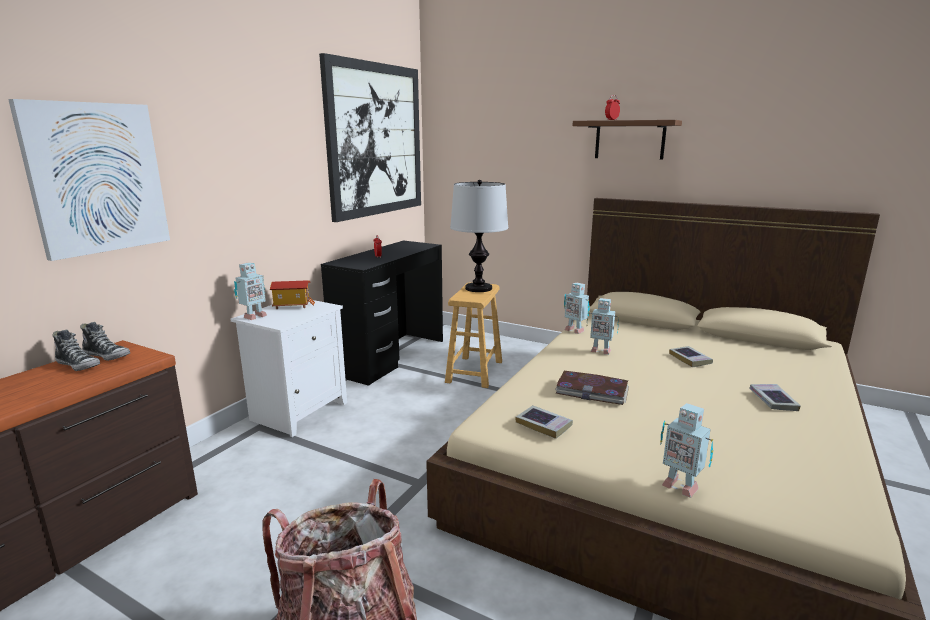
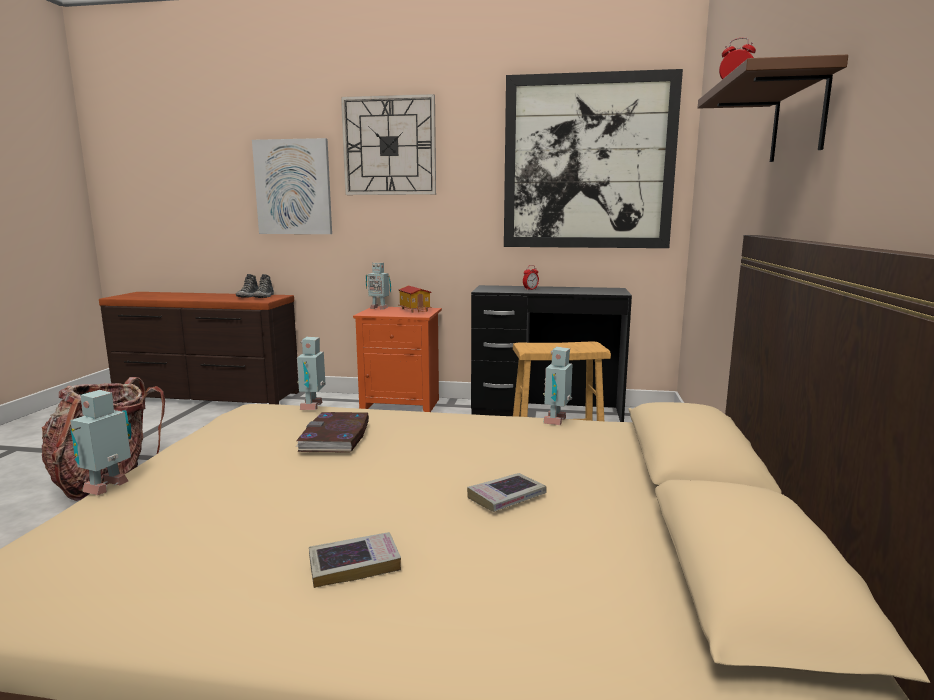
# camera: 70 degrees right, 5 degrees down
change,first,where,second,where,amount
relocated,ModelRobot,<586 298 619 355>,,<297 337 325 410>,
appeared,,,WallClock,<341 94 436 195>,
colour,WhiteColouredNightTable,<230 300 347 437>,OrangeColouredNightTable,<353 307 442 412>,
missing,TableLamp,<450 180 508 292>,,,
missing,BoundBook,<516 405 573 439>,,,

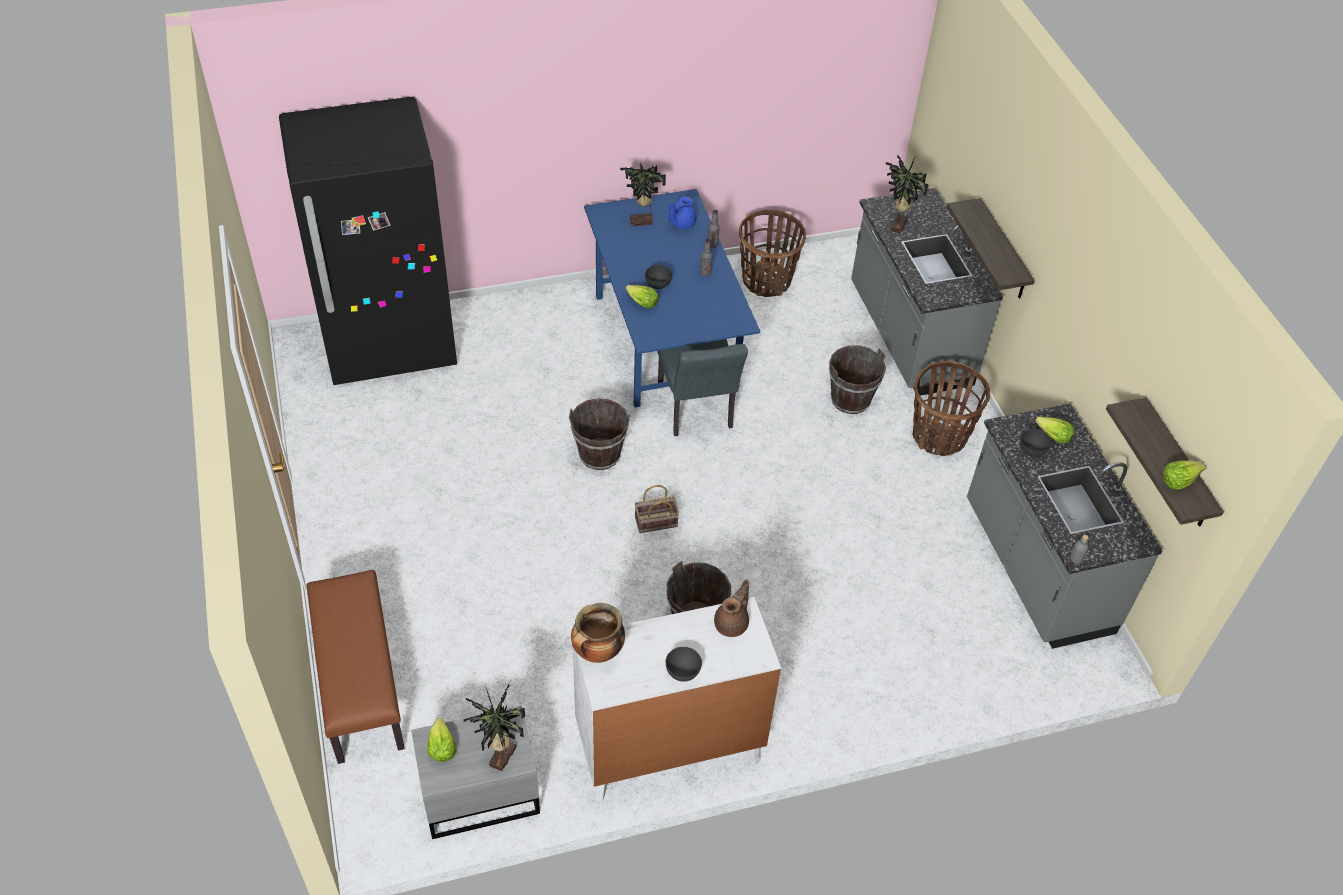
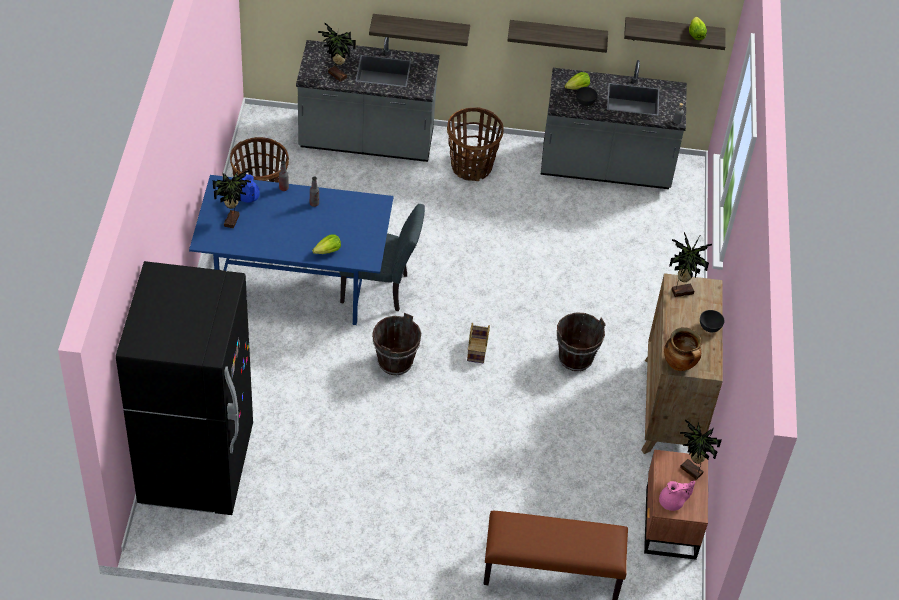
# camera: 70 degrees left, 0 degrees up
change,first,where,second,where,amount
appeared,,,Shelf,<507 20 608 53>,
colour,WhiteColouredDresser,<573 597 781 801>,BrownishDresser,<641 273 723 454>,
colour,GreyishNightTable,<411 706 540 839>,BrownishNightTable,<644 450 708 560>,
exchanged,LettuceHead,<427 718 456 762>,PinkTeapot,<659 481 695 511>,
exchanged,BrownishTeapot,<714 579 749 637>,Houseplant,<669 232 712 297>,
missing,GreyishServingBowl,<645 265 672 289>,,,
missing,BrownishWaterBucket,<829 345 886 414>,,,

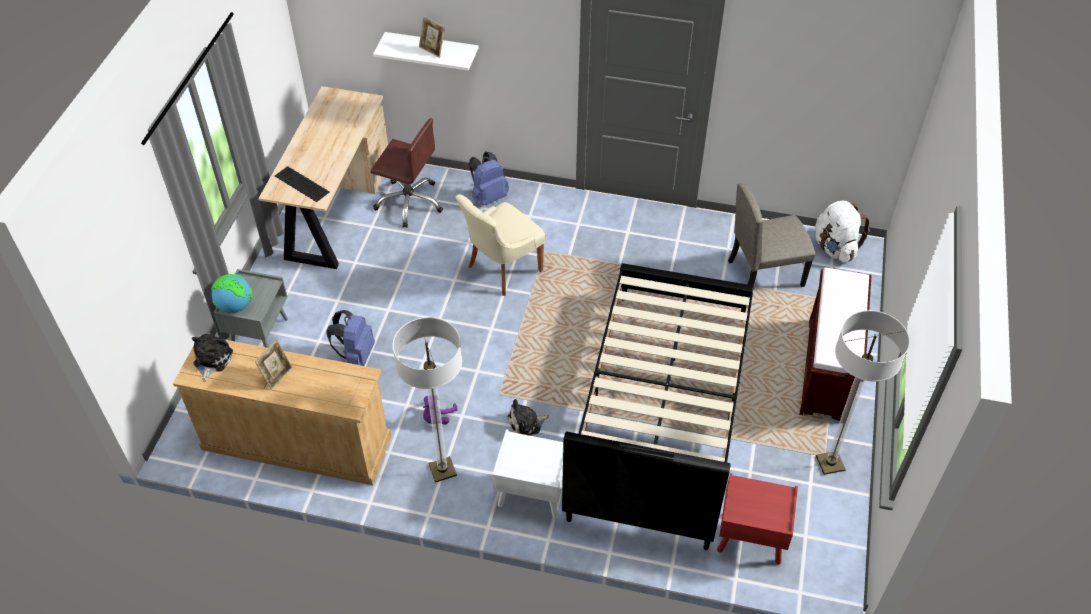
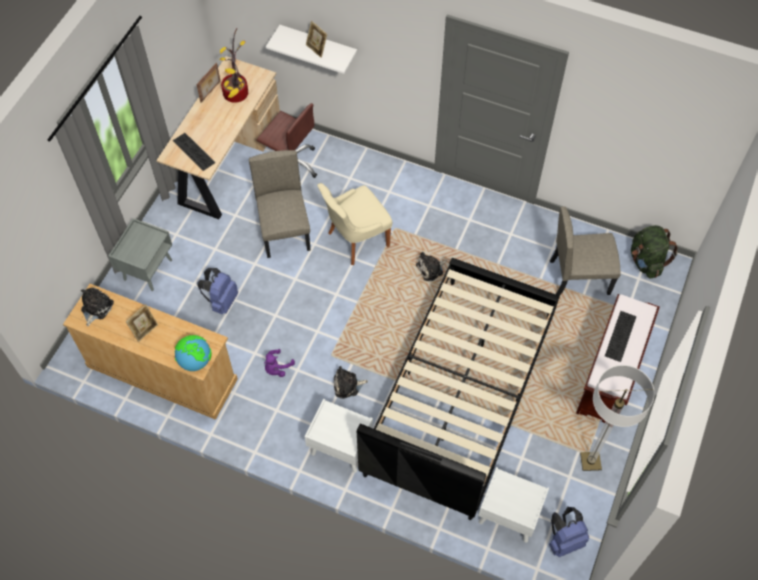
# camera: 10 degrees right, 10 degrees up
change,first,where,second,where,amount
relocated,DeskGlobe,<211 274 252 313>,,<174 335 211 371>,
appeared,,,StandingFrame,<196 63 220 103>,
appeared,,,Houseplant,<219 29 248 103>,
appeared,,,BeigeColouredUprightChair,<249 150 310 258>,
appeared,,,SoftToy,<416 252 446 281>,
colour,ReddishNightTable,<717 473 798 564>,WhiteColouredNightTable,<478 467 549 543>,
relocated,BlueColouredBackpack,<469 151 509 206>,,<549 507 589 557>,
appeared,,,Keyboard,<605 311 637 362>,
colour,WhiteColouredBackpack,<815 201 870 263>,GreenBackpack,<631 225 678 279>,
missing,FloorLamp,<392 317 462 483>,,,

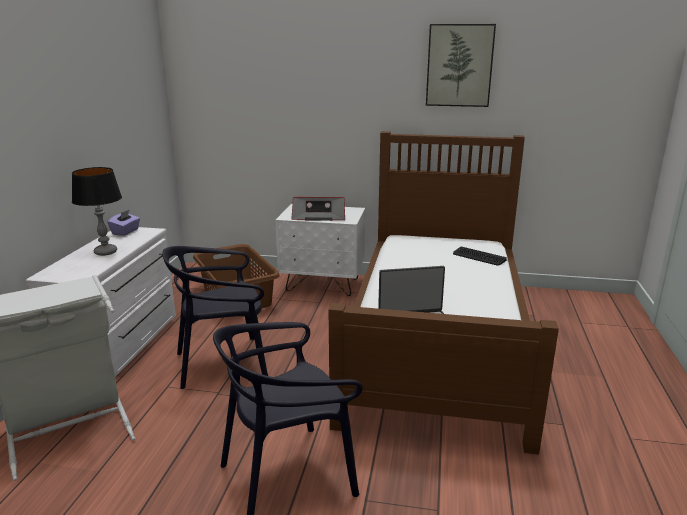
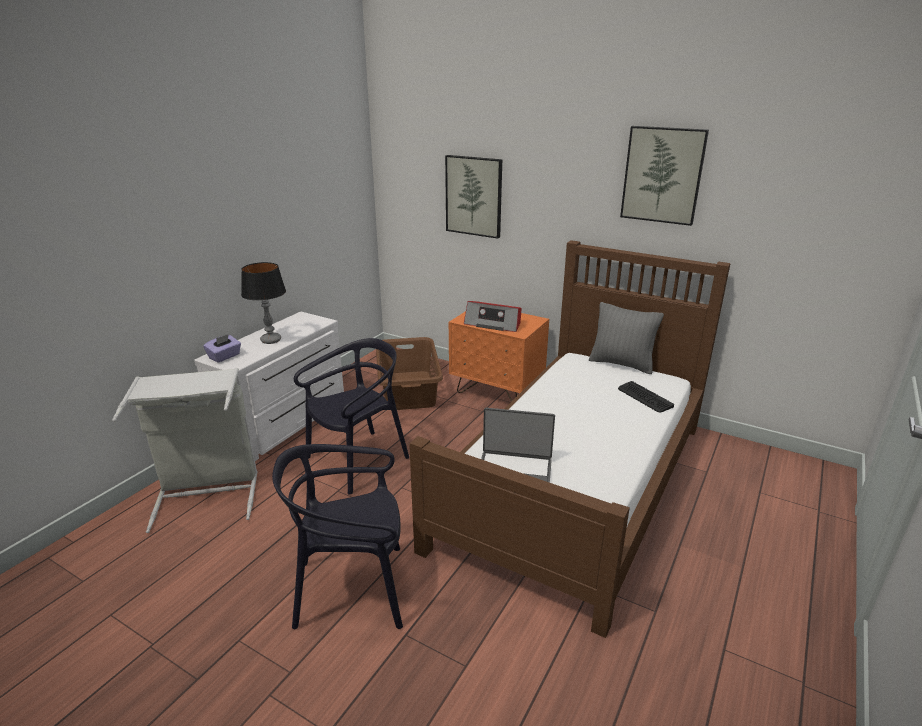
# camera: 20 degrees right, 5 degrees up
change,first,where,second,where,amount
relocated,PurplishBoxOfTissues,<108 209 140 236>,,<203 334 241 362>,
spun,BlackUprightChair,<163 246 268 389>,,<294 338 409 495>,135 degrees clockwise
appeared,,,WallPicture,<445 155 502 239>,
colour,WhiteColouredNightTable,<275 204 365 296>,OrangeColouredNightTable,<449 311 549 402>,
appeared,,,GreyishThrowPillow,<589 302 664 374>,

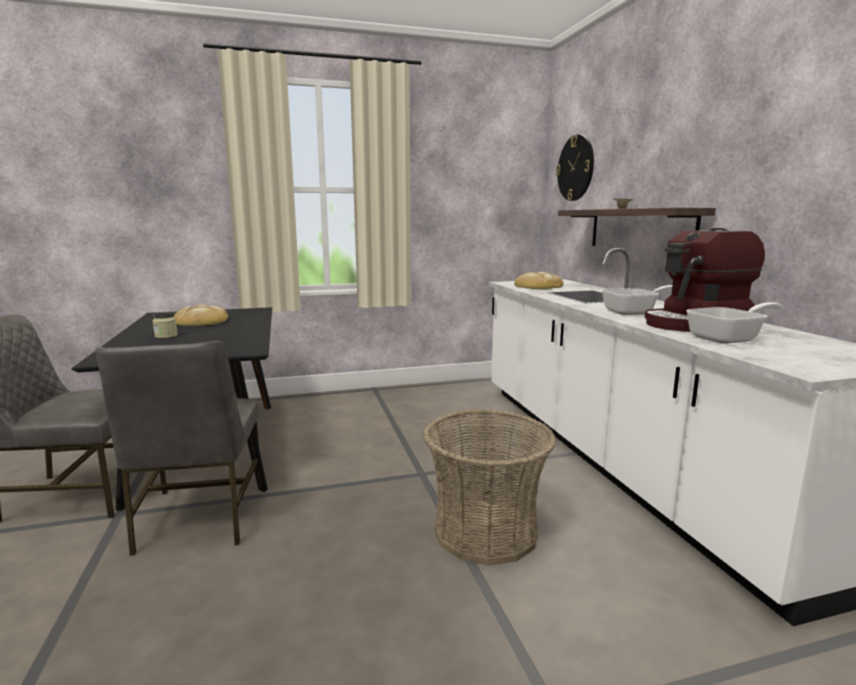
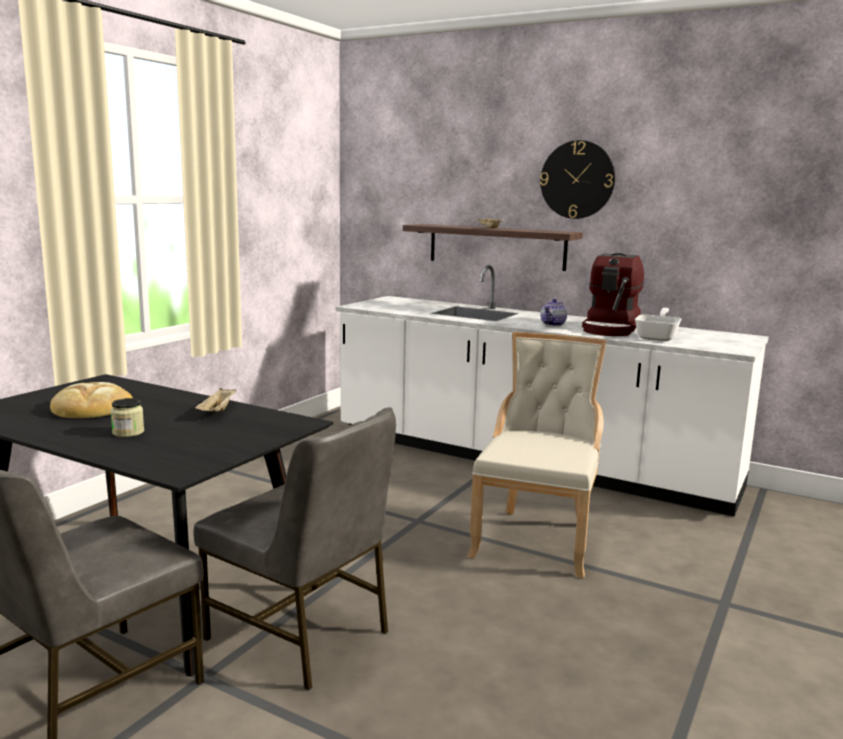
# camera: 45 degrees left, 0 degrees up
change,first,where,second,where,amount
appeared,,,BeigeColouredTray,<195 387 237 412>,
exchanged,Basket,<423 409 556 565>,BeigeColouredUprightChair,<468 332 607 578>,
relocated,WallClock,<556 135 594 201>,,<540 140 615 219>,
exchanged,FryingPan,<602 285 672 315>,Teapot,<540 299 567 326>,
missing,Bread,<514 272 564 289>,,,

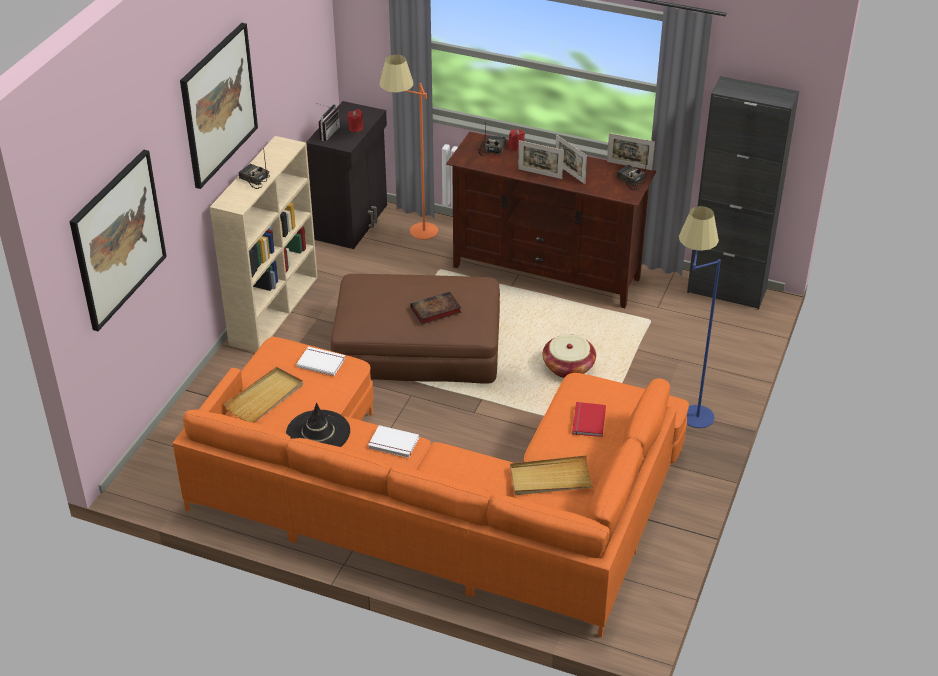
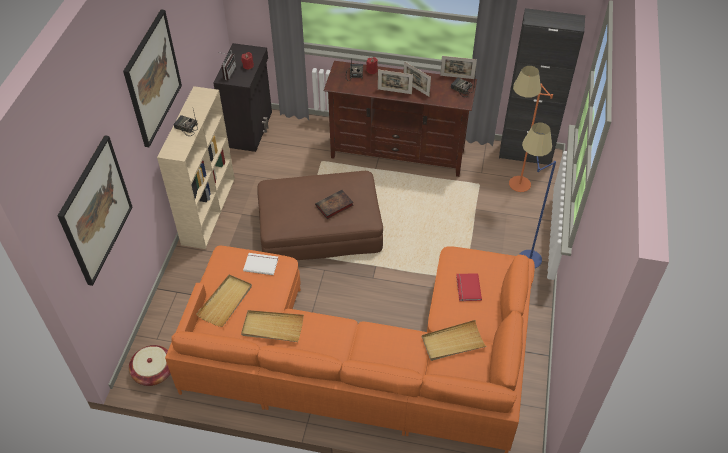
# camera: 10 degrees left, 10 degrees up
change,first,where,second,where,amount
relocated,Basket,<542 334 596 378>,,<129 345 171 386>,
exchanged,BlackWearableHat,<286 403 350 447>,BeigeColouredTray,<241 310 304 342>,
relocated,OrangeColouredFloorLamp,<379 54 438 240>,,<509 66 553 192>,
missing,WhiteColouredBoundBook,<368 425 419 458>,,,

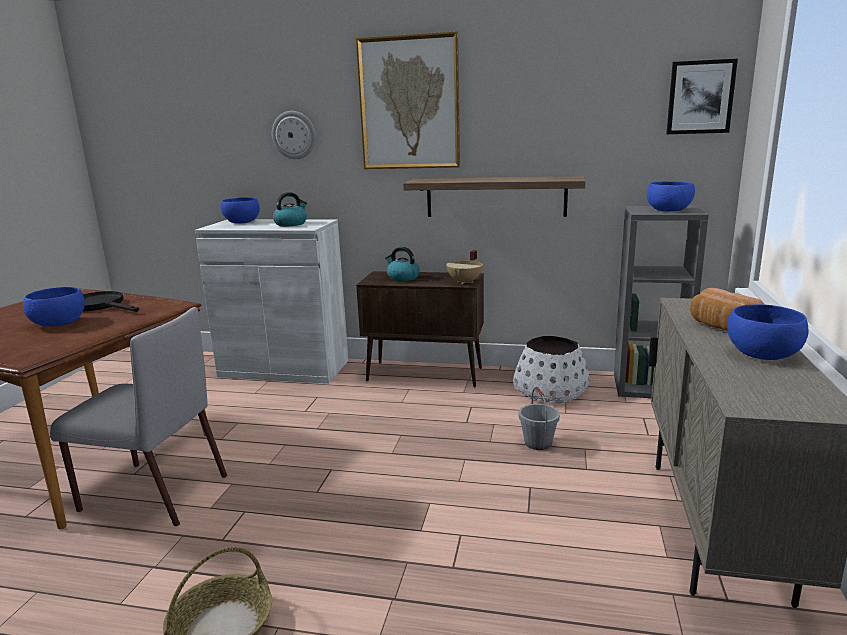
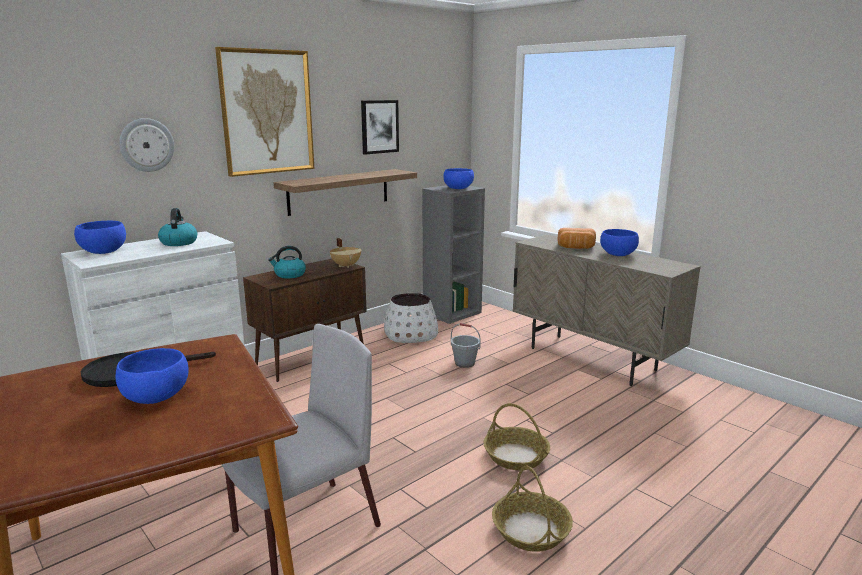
# camera: 55 degrees left, 0 degrees up
change,first,where,second,where,amount
relocated,WallPicture,<666 59 738 134>,,<361 100 399 155>,
appeared,,,Basket,<484 403 550 470>,

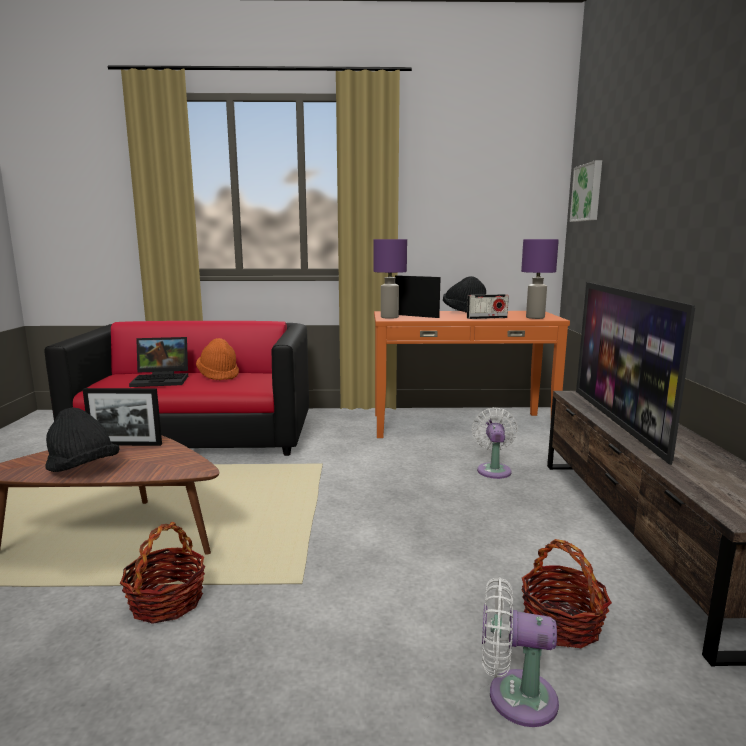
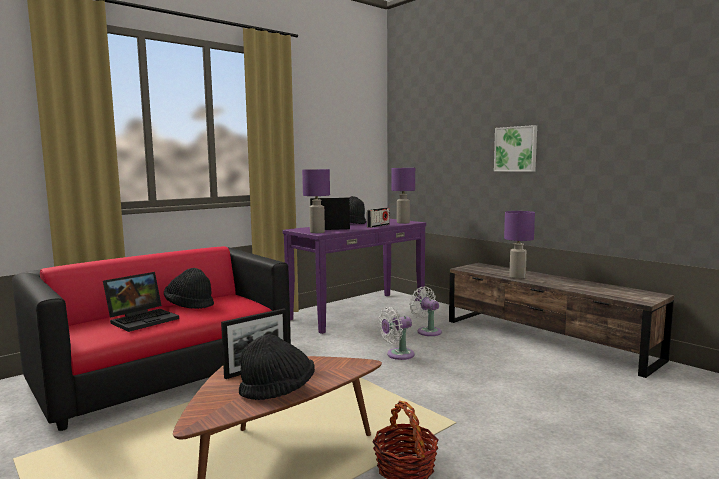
# camera: 40 degrees left, 5 degrees down
change,first,where,second,where,amount
colour,OrangeColouredWearableHat,<196 338 239 381>,BlackWearableHat,<164 268 214 309>,
colour,OrangeColouredConsoleTable,<374 311 570 438>,PurplishConsoleTable,<282 219 426 334>,
relocated,WhiteColouredElectricFan,<482 577 559 727>,,<378 307 414 360>,
relocated,WallPicture,<570 160 602 222>,,<494 125 537 172>,
exchanged,Tv,<576 282 695 465>,PurplishTableLamp,<504 211 535 279>,
missing,Basket,<521 539 612 648>,,,

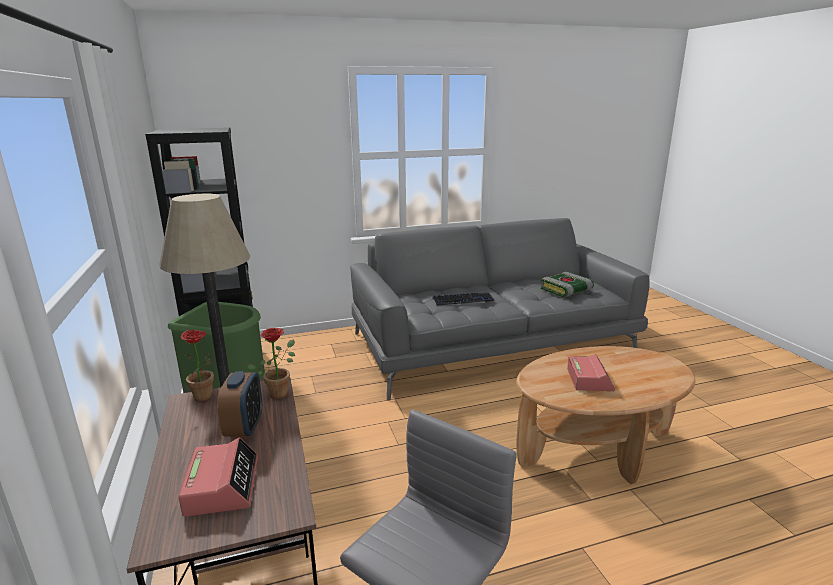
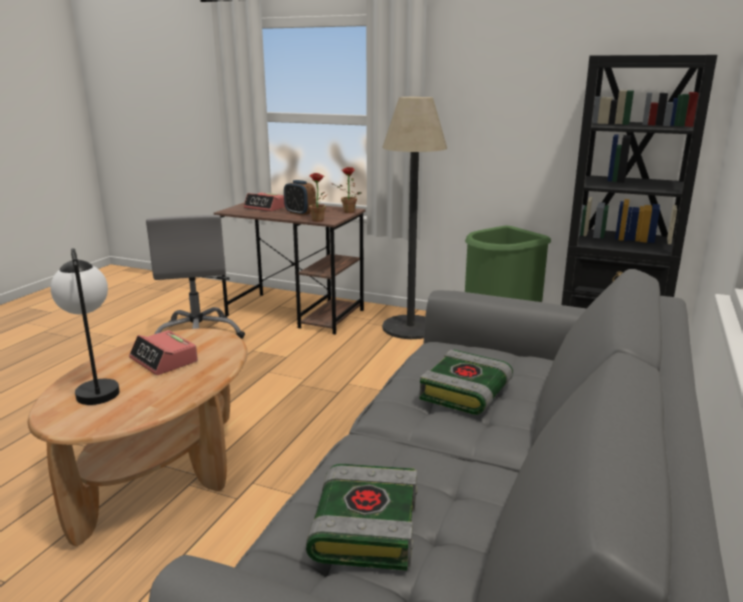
# camera: 130 degrees right, 0 degrees up
change,first,where,second,where,amount
appeared,,,TableLamp,<50 248 120 405>,
exchanged,Keyboard,<432 293 495 306>,BoundBook,<419 350 513 415>,

